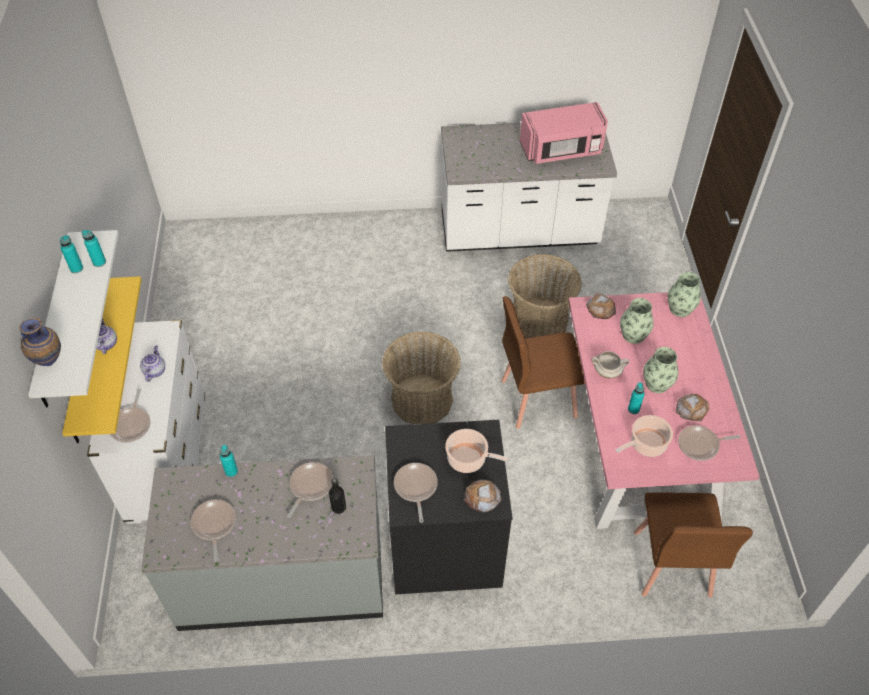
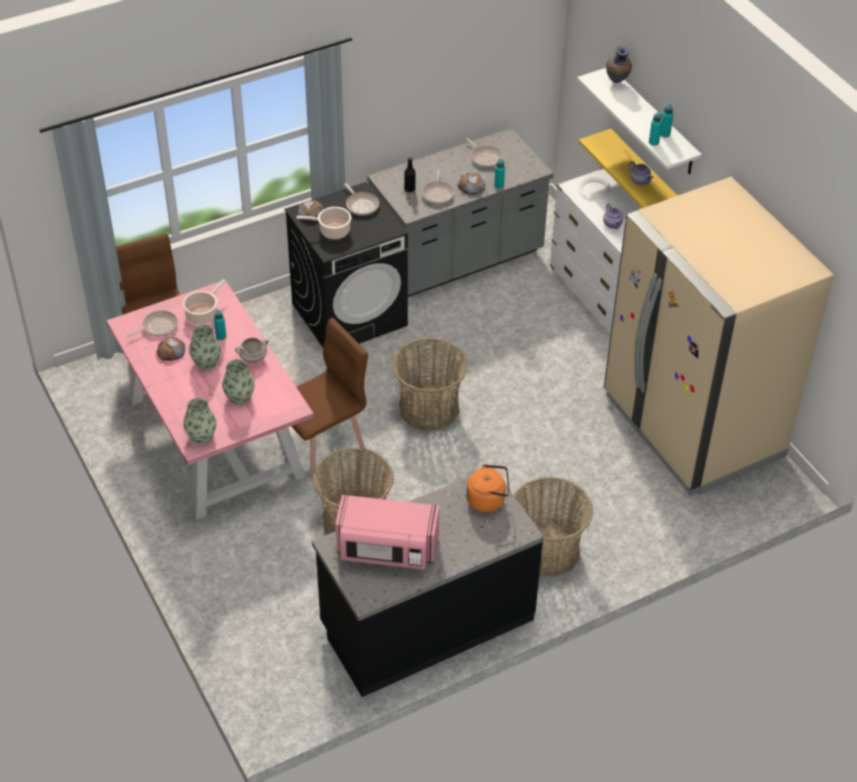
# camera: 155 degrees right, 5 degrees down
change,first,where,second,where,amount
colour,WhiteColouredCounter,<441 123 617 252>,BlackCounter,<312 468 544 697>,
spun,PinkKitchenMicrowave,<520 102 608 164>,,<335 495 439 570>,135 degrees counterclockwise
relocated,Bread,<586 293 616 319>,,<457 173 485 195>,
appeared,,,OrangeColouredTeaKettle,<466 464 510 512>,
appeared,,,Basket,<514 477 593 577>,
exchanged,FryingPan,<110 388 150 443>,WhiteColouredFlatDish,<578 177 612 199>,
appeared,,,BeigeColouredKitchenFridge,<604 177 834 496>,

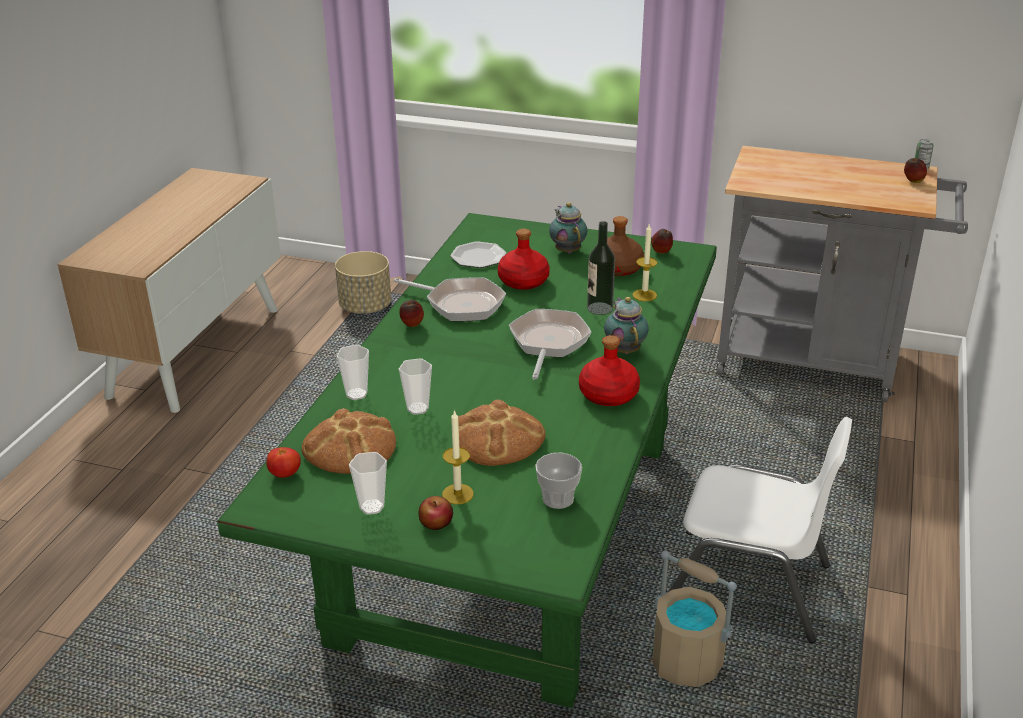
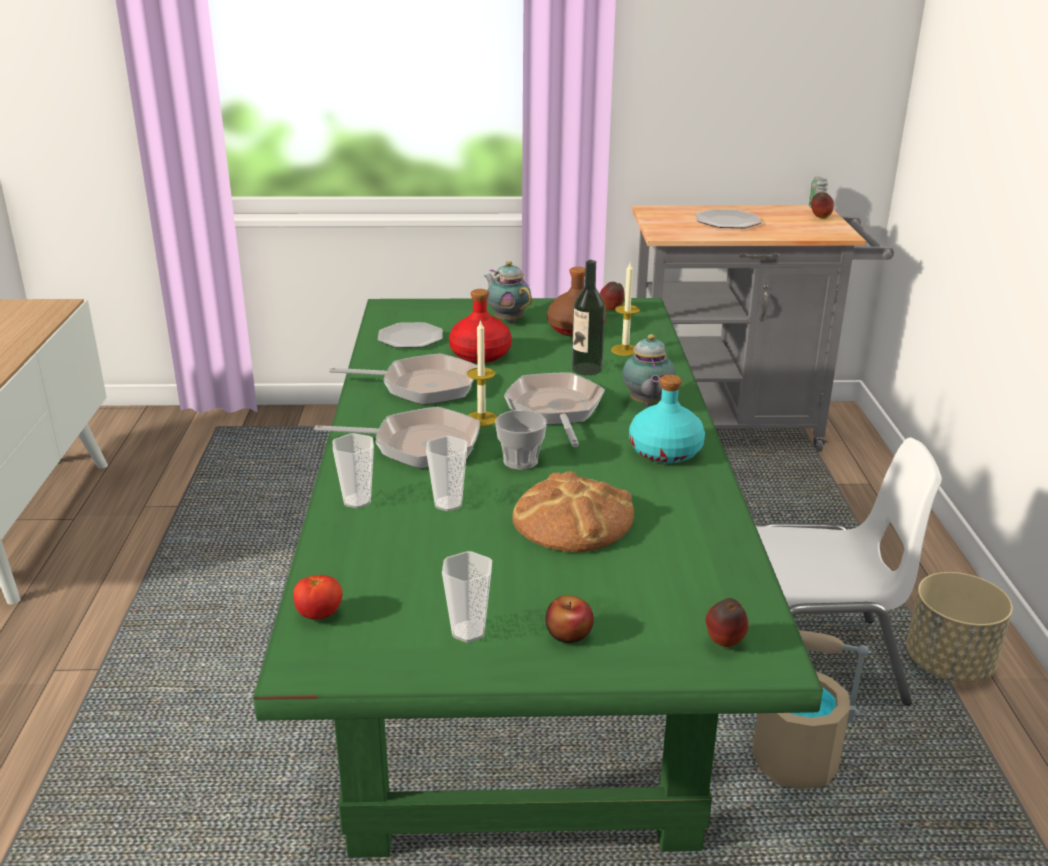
# camera: 20 degrees left, 5 degrees down
change,first,where,second,where,amount
appeared,,,FryingPan,<314 407 480 469>,
relocated,WaxCandle,<442 410 474 504>,,<467 319 497 427>,
relocated,DrinkingCup,<535 453 582 509>,,<495 410 547 470>,
spun,Teapot,<604 297 649 354>,,<622 334 676 406>,150 degrees counterclockwise
colour,ReddishDrinkBottle,<579 335 640 406>,BlueGreenDrinkBottle,<629 374 705 463>,
appeared,,,FlatDish,<696 209 761 228>,
relocated,Apple,<399 300 424 327>,,<706 598 749 647>,
relocated,BeigeColouredPlantPot,<335 251 391 314>,,<906 572 1013 682>,
missing,Bread,<302 408 396 474>,,,

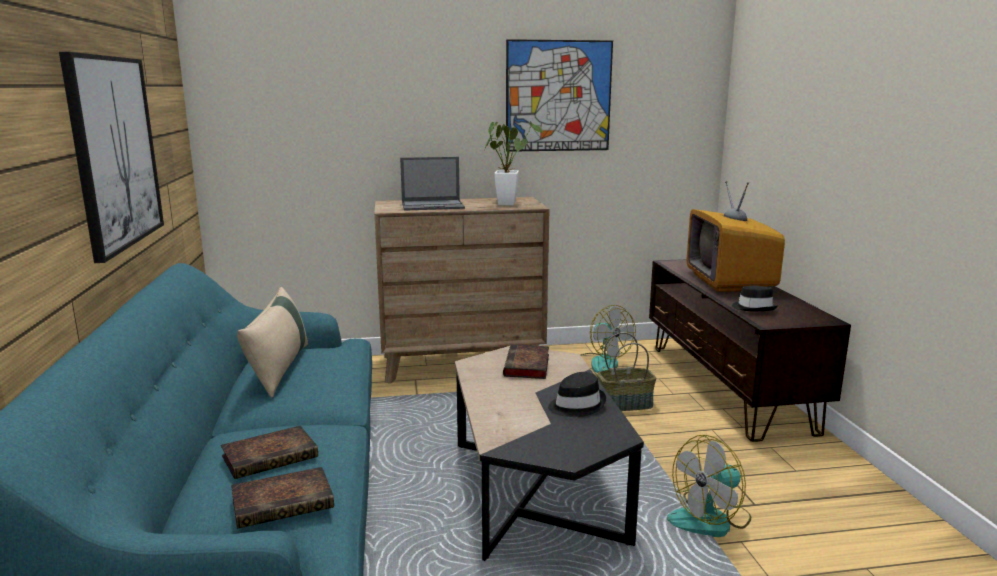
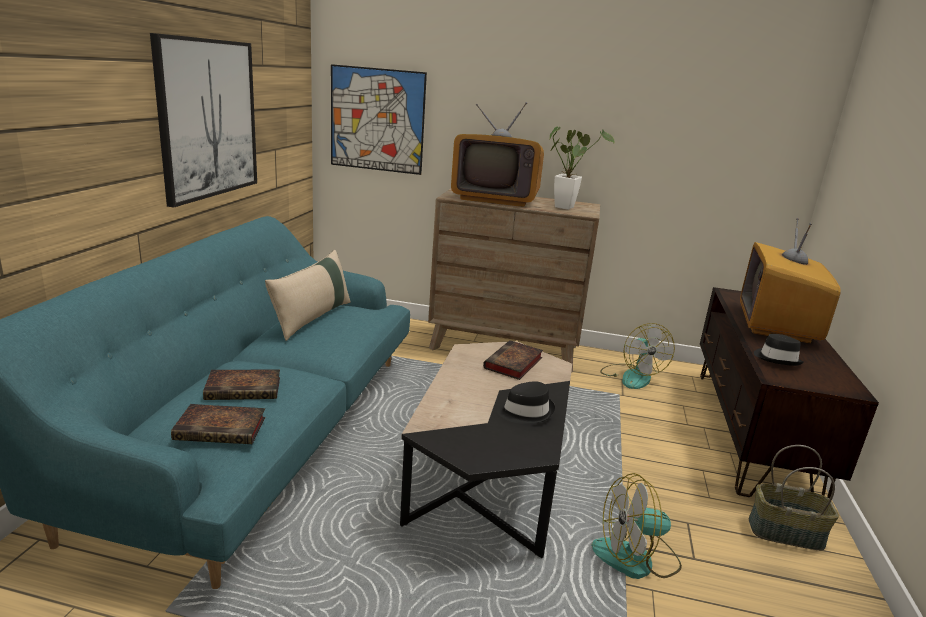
# camera: 20 degrees right, 5 degrees up
change,first,where,second,where,amount
relocated,WallPicture,<506 39 613 152>,,<331 64 427 175>,
exchanged,NotebookComputer,<400 157 465 211>,Tv,<451 102 544 207>,
relocated,Basket,<597 332 656 411>,,<749 445 839 550>,

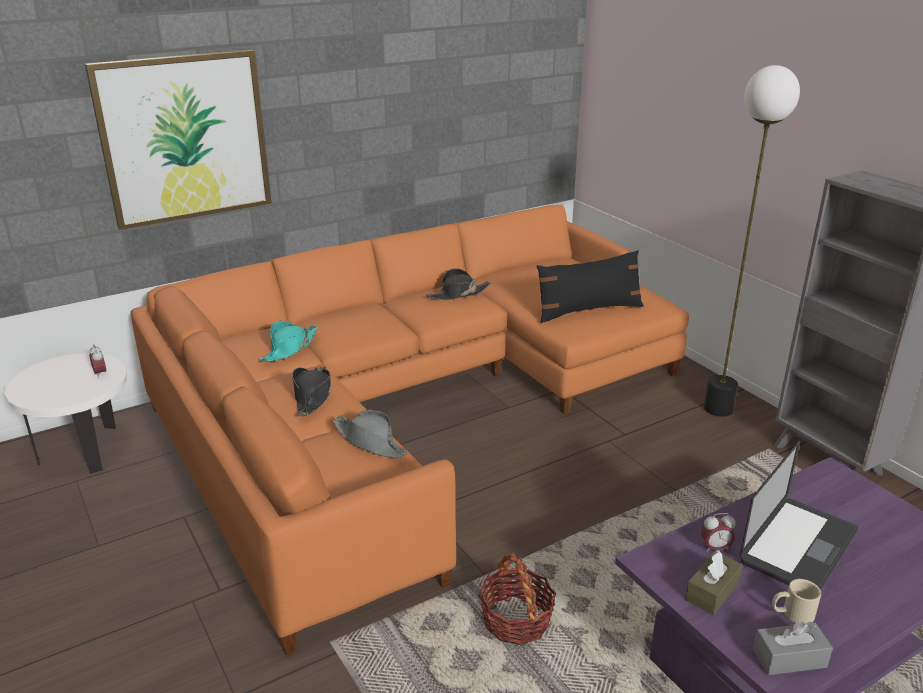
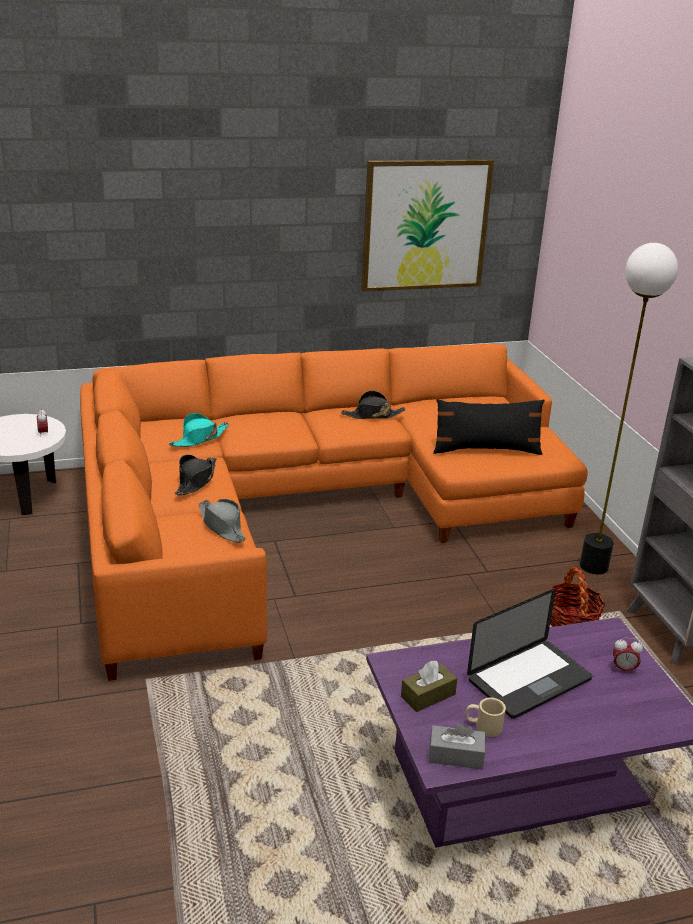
# camera: 15 degrees right, 0 degrees up
change,first,where,second,where,amount
relocated,WallPicture,<85 50 272 230>,,<361 159 494 292>,
relocated,Basket,<479 552 557 645>,,<550 567 605 627>,
relocated,BedsideClock,<701 513 736 553>,,<613 637 643 672>,

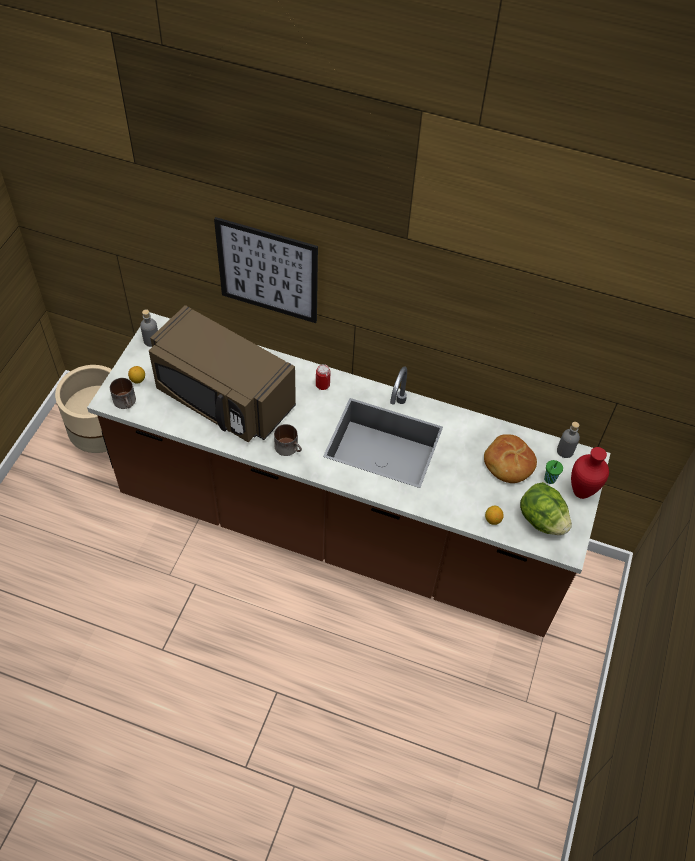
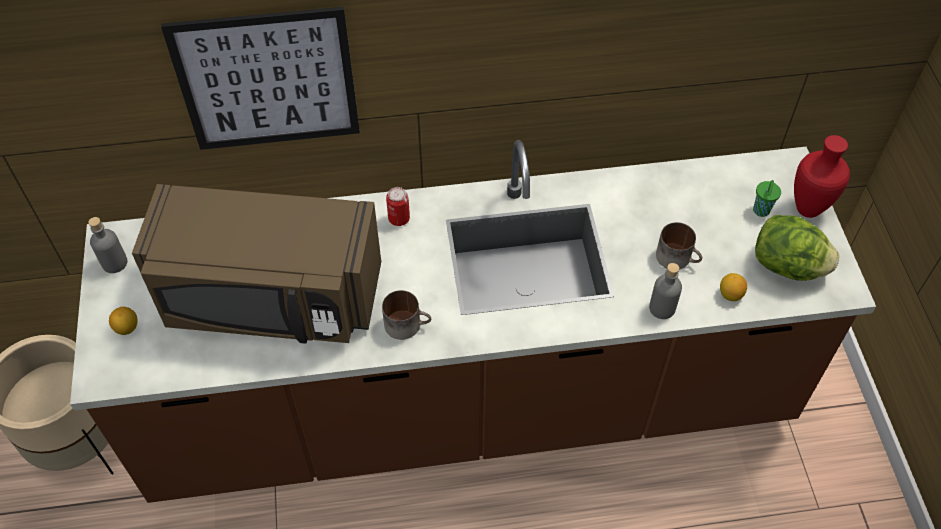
# camera: 25 degrees left, 0 degrees up
change,first,where,second,where,amount
relocated,GreyishDrinkBottle,<557 422 580 458>,,<649 263 682 319>,
relocated,CoffeeMug,<110 378 136 409>,,<656 222 702 270>,
missing,Bread,<484 434 537 483>,,,

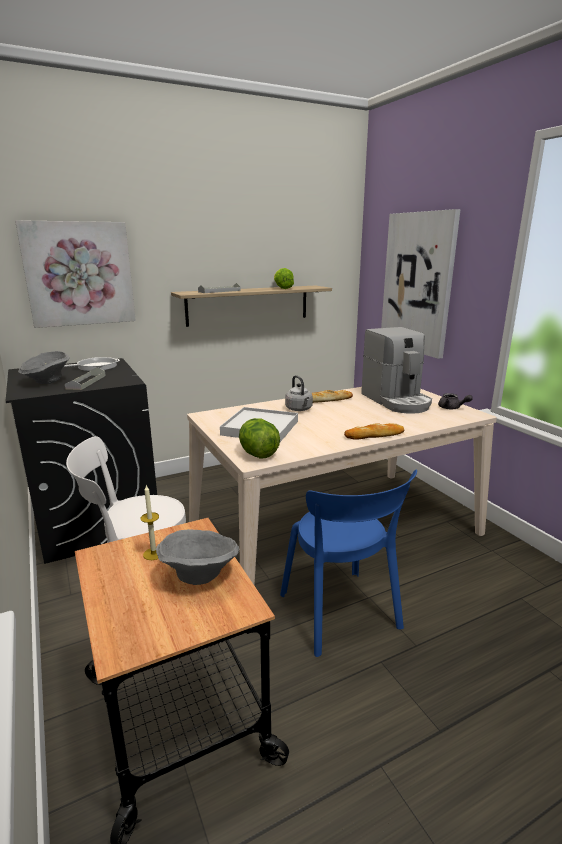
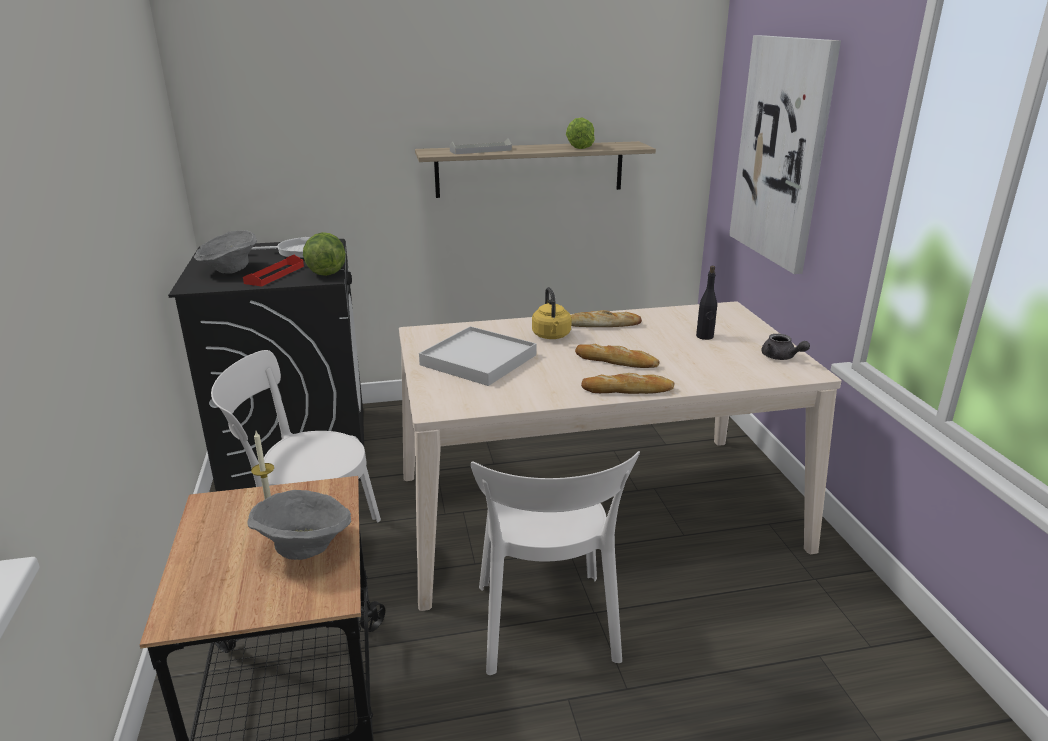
# camera: 15 degrees right, 5 degrees up
change,first,where,second,where,amount
colour,GreyishTray,<65 367 106 390>,ReddishTray,<243 255 304 287>,
relocated,LettuceHead,<239 418 280 458>,,<303 232 346 276>,
colour,BlueColouredUprightChair,<280 470 417 657>,WhiteColouredUprightChair,<471 451 640 675>,
colour,GreyishTeaKettle,<285 375 313 411>,YellowColouredTeaKettle,<532 287 572 339>,
appeared,,,Bread,<575 344 660 368>,
exchanged,CoffeeMachine,<361 327 432 414>,BlackDrinkBottle,<696 266 717 340>,
missing,WallPicture,<15 220 136 328>,,,

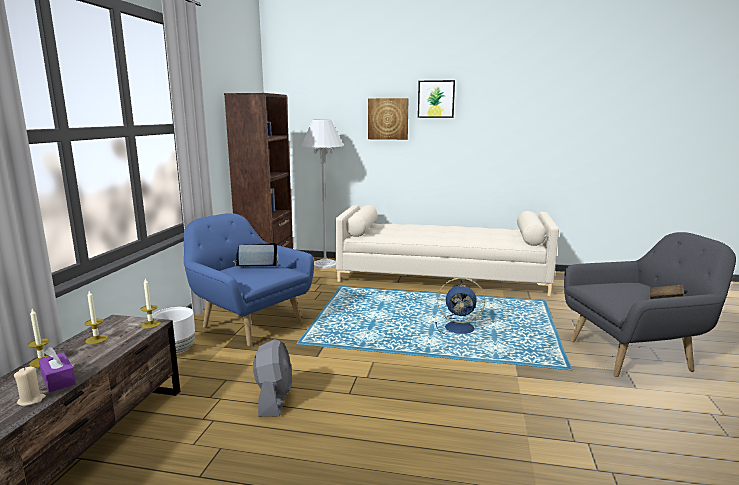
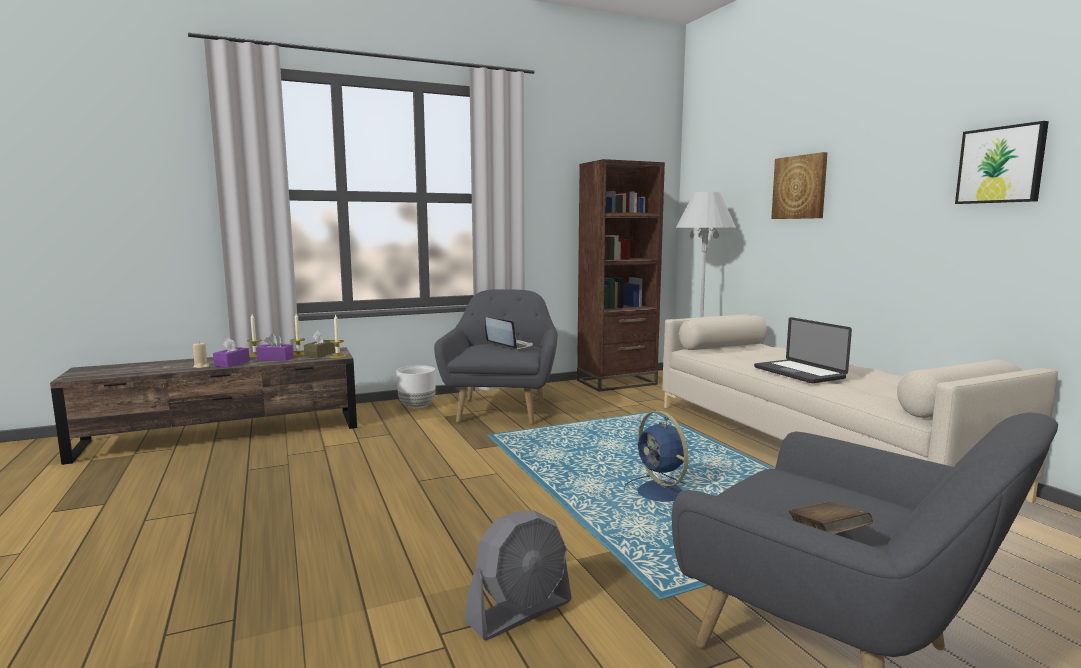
# camera: 55 degrees right, 5 degrees down
change,first,where,second,where,amount
appeared,,,PurplishBoxOfTissues,<256 334 293 361>,
appeared,,,BrownishBoxOfTissues,<304 330 335 358>,
colour,BlueColouredArmchair,<184 213 314 347>,GreyishArmchair,<434 289 558 425>,
relocated,GreyishElectricFan,<253 339 292 417>,,<465 510 572 640>,
appeared,,,NotebookComputer,<754 317 852 383>,
relocated,WallPicture,<418 80 455 118>,,<955 121 1049 204>,

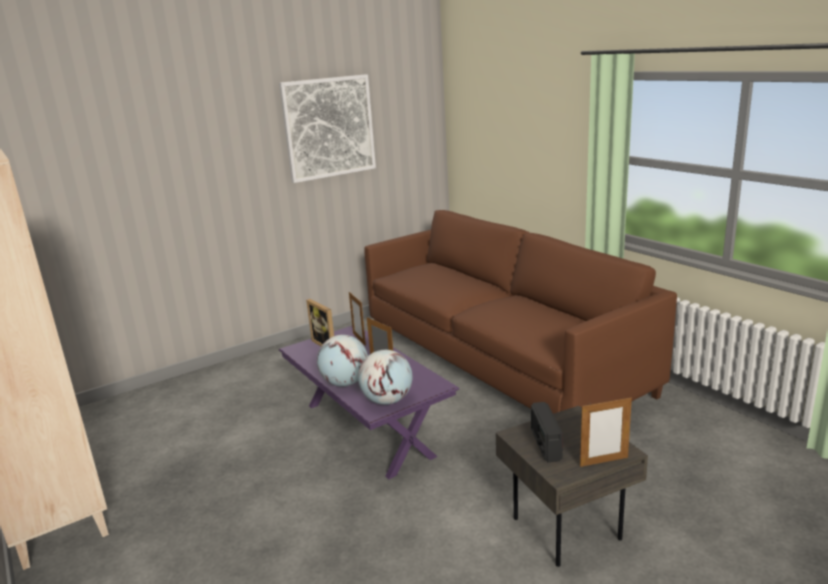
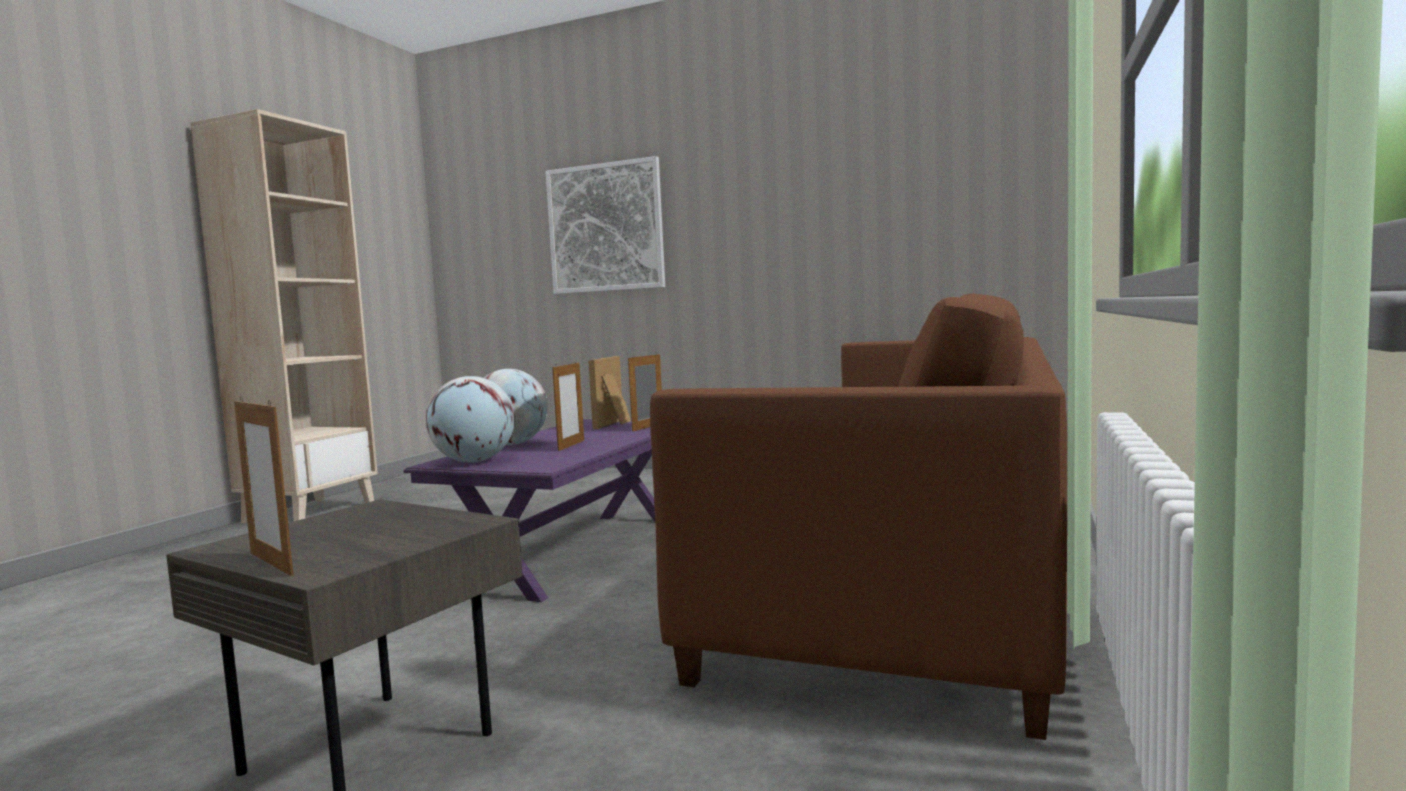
# camera: 55 degrees right, 15 degrees down
change,first,where,second,where,amount
relocated,WallPicture,<279 74 376 183>,,<546 156 665 294>,
missing,Radio,<531 402 563 462>,,,

